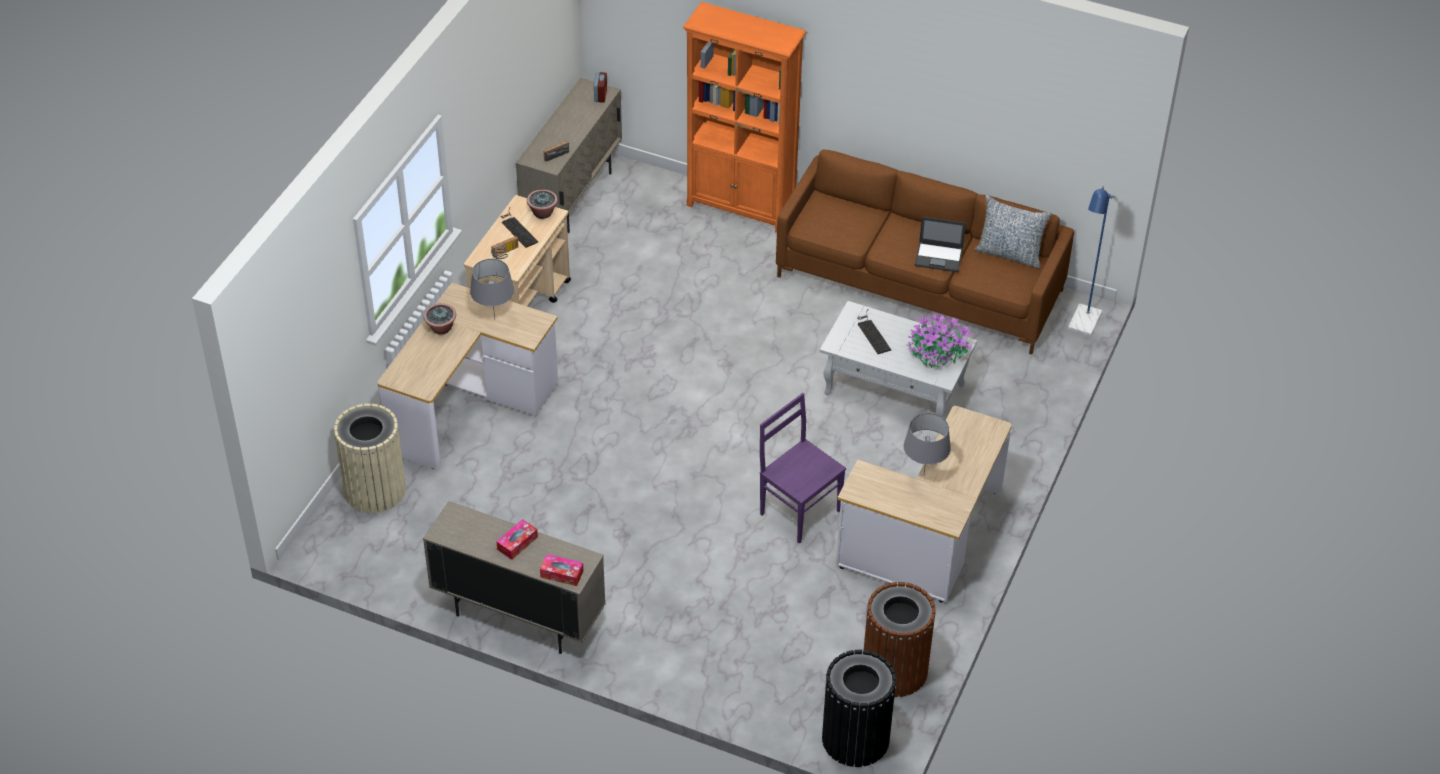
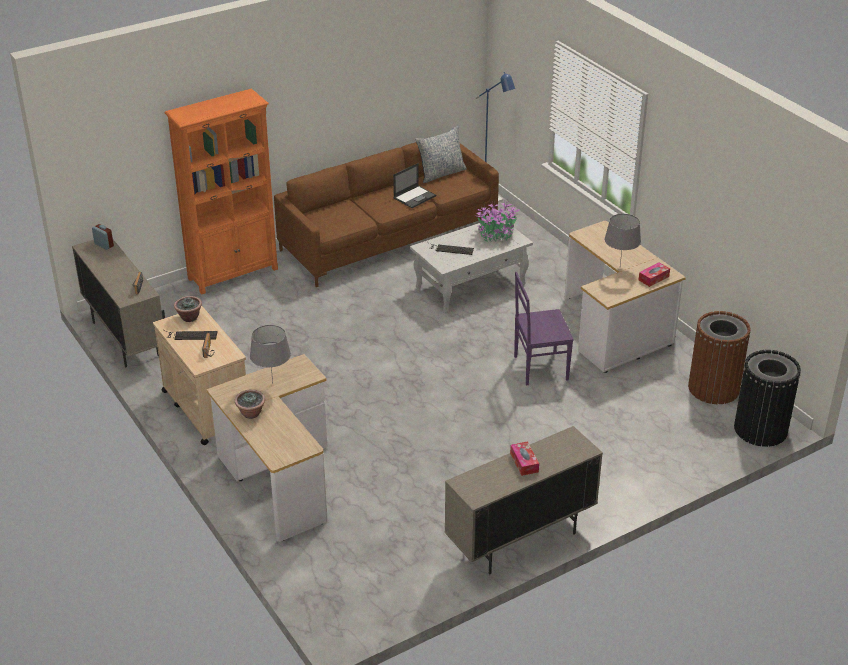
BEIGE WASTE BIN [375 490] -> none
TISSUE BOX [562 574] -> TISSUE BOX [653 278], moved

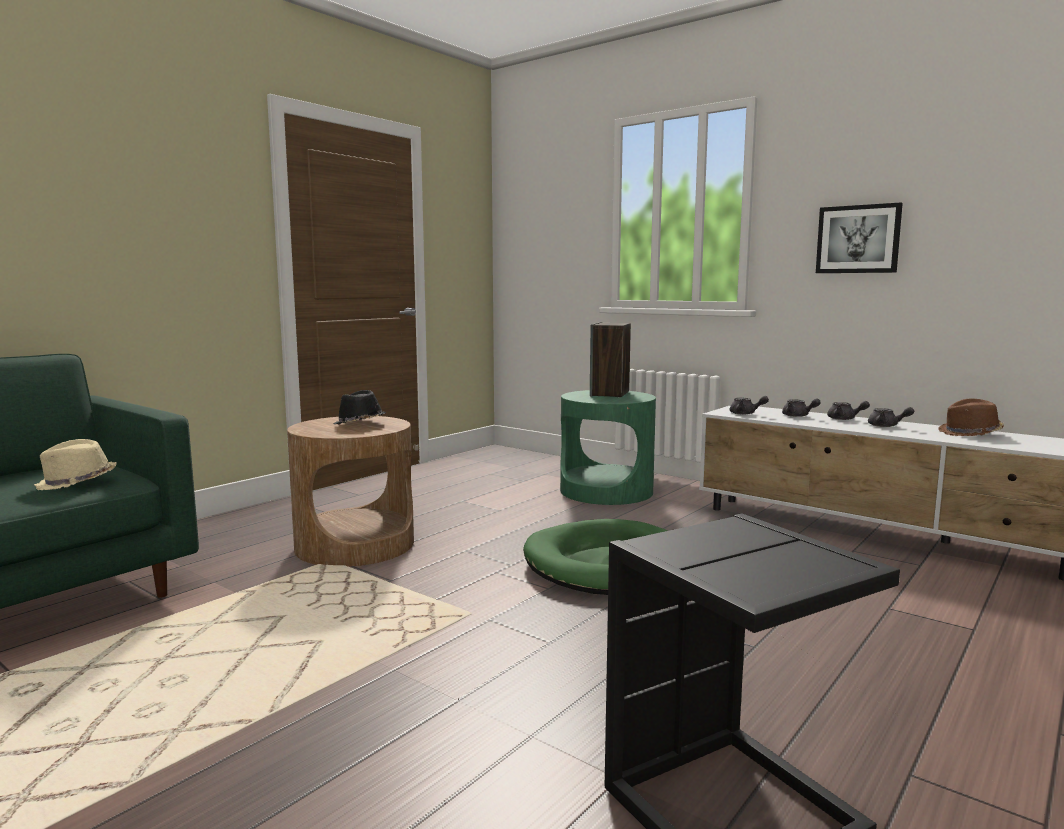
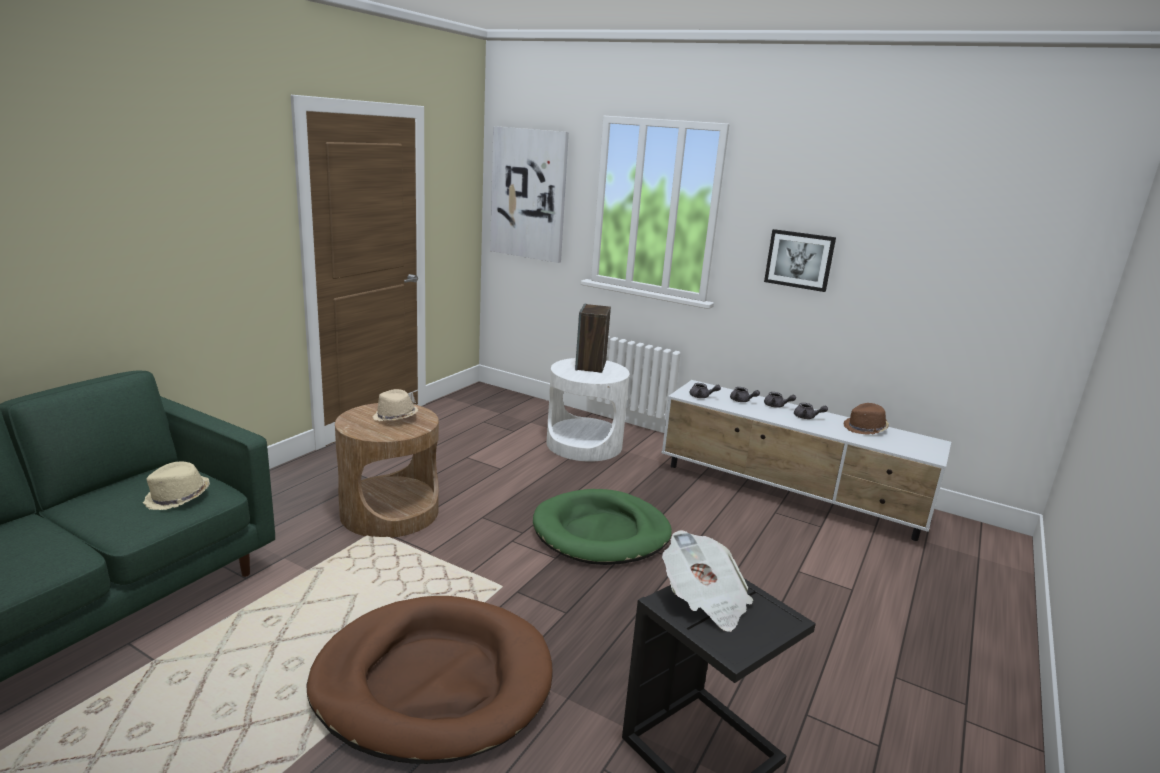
none -> BROWNISH DOG BED [433 682]
none -> WALL PICTURE [529 194]
none -> DAILY PAPER [704 600]
BLACKISH HAT [359 424] -> BEIGE HAT [395 418]
GREENISH ACCENT TABLE [606 491] -> WHITE-COLOURED ACCENT TABLE [584 444]

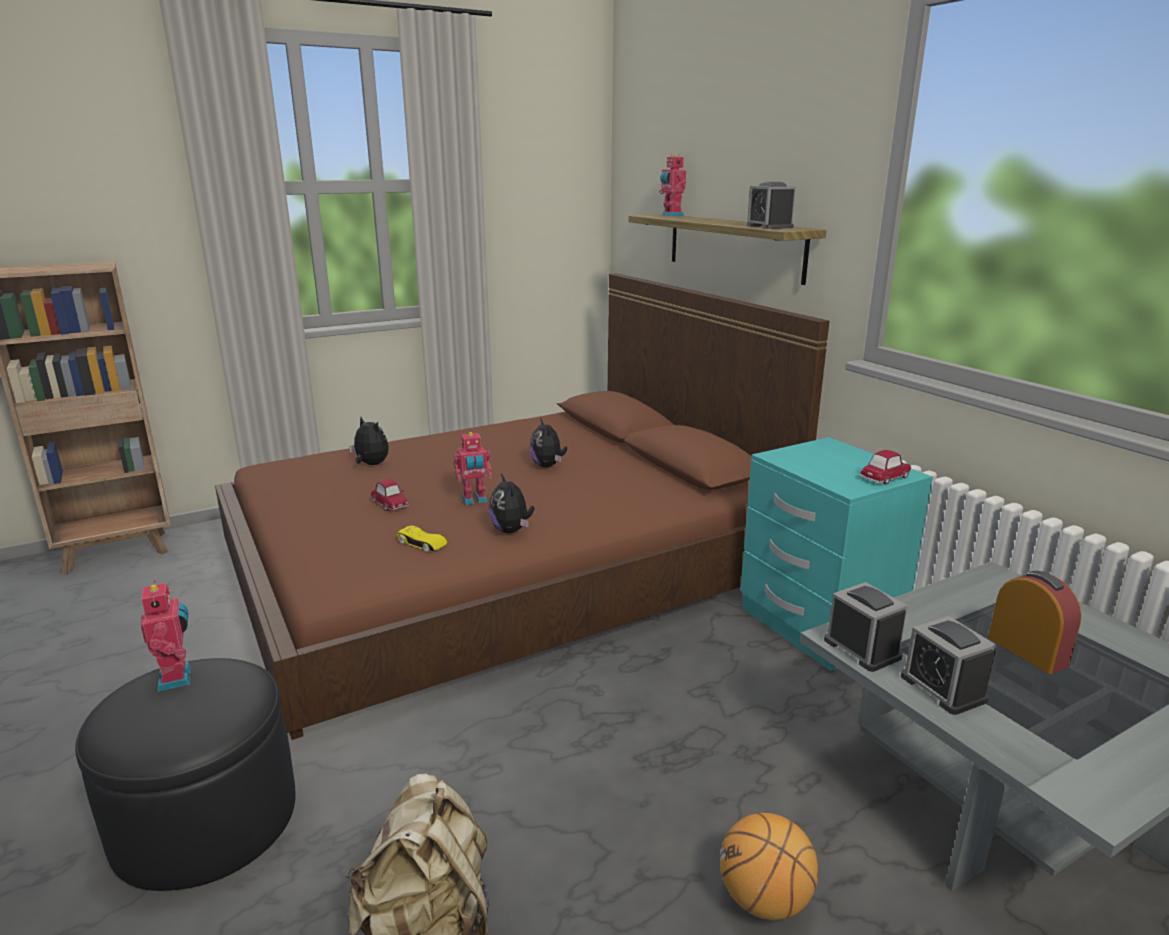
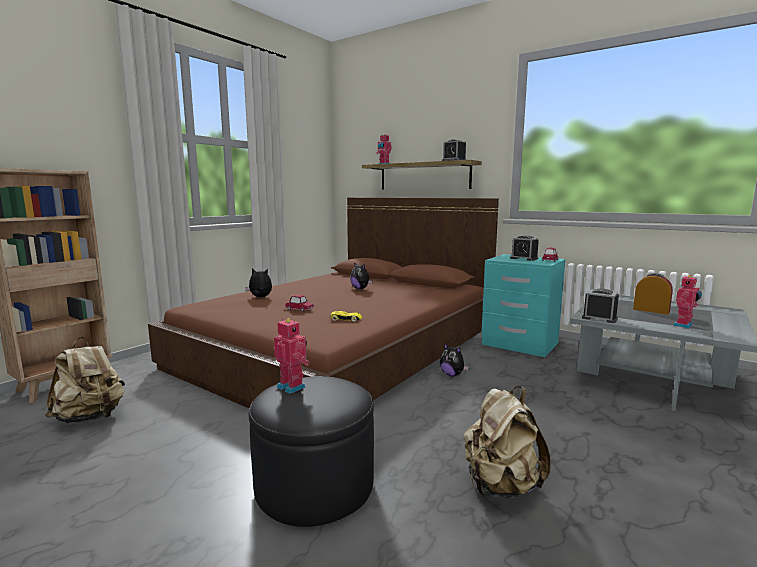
BASKETBALL [764 900] -> none
none -> BEIGE BACKPACK [90 417]
TOY ROBOT [474 500] -> TOY ROBOT [684 325], moved
PLUSH TOY [511 530] -> PLUSH TOY [452 375], moved
ALARM CLOCK [943 688] -> ALARM CLOCK [524 258], moved

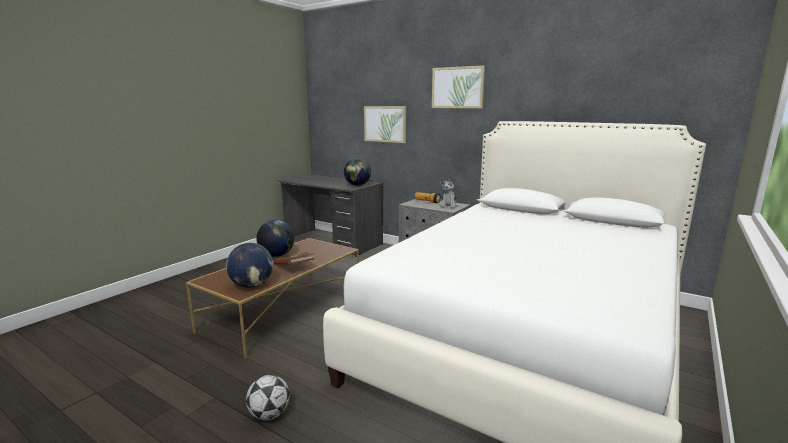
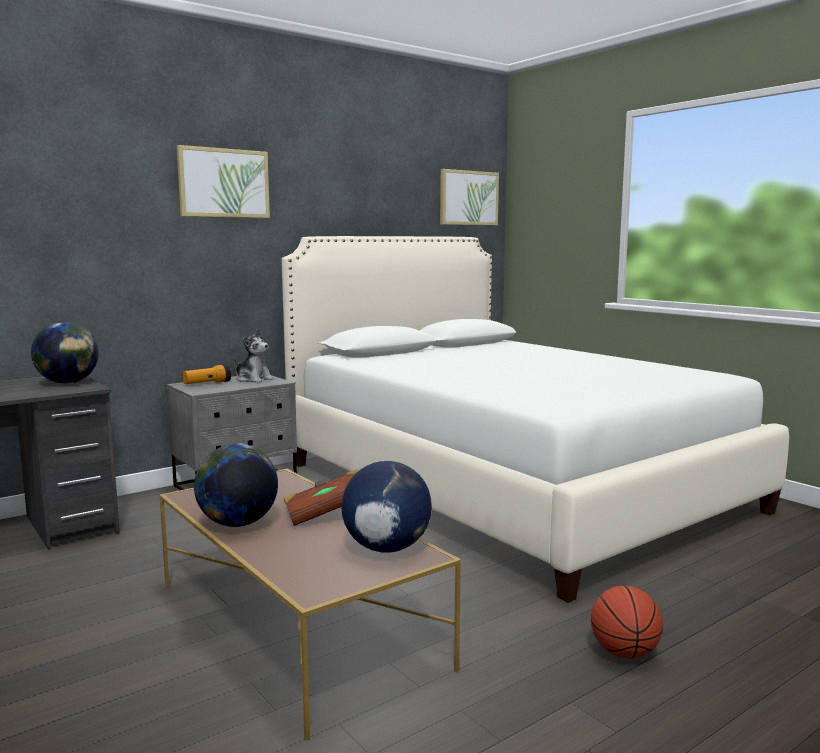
WALL PICTURE [385 124] -> WALL PICTURE [468 198], moved
BALL FOR FOOTBALL [269 414] -> BASKETBALL [624 653]

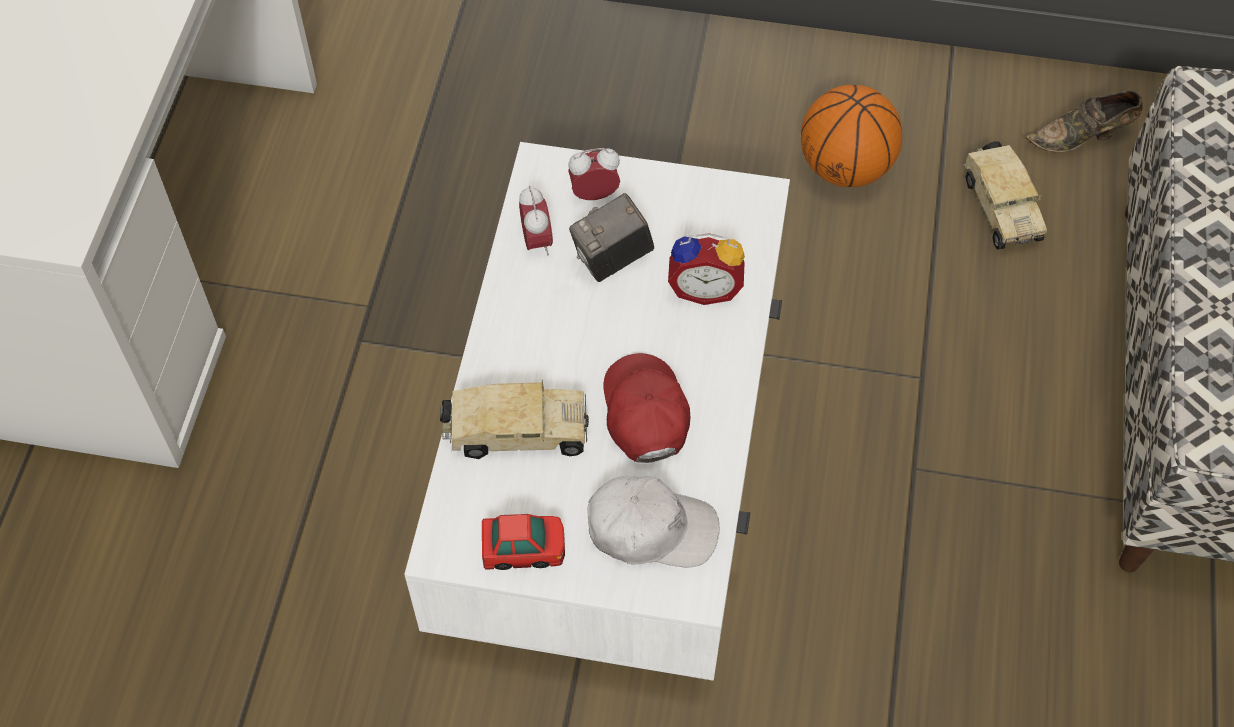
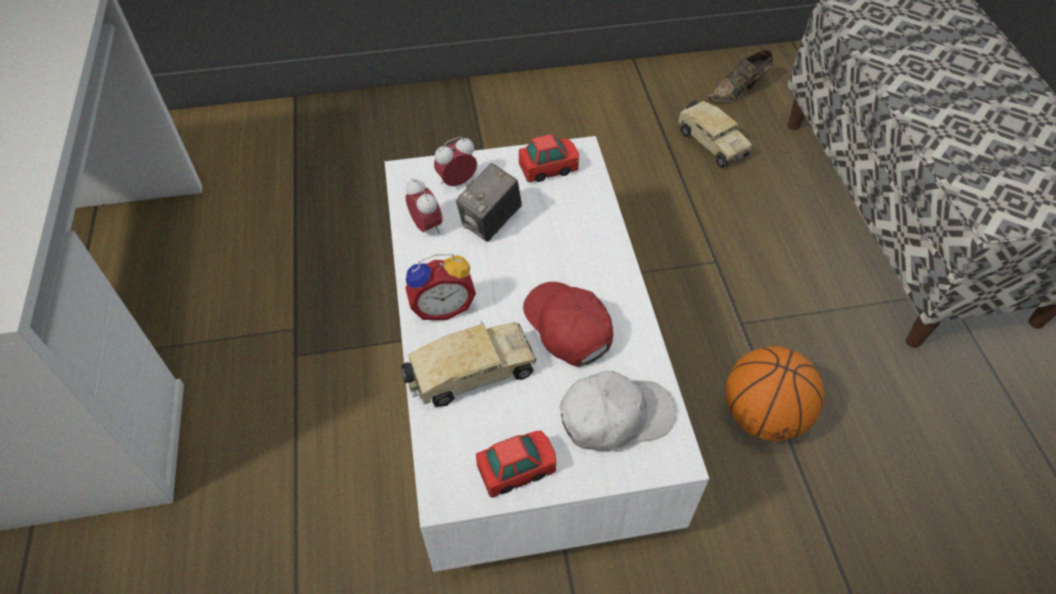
none -> MODEL CAR [549 168]
ALARM CLOCK [704 288] -> ALARM CLOCK [442 306], moved
BASKETBALL [845 168] -> BASKETBALL [763 416], moved

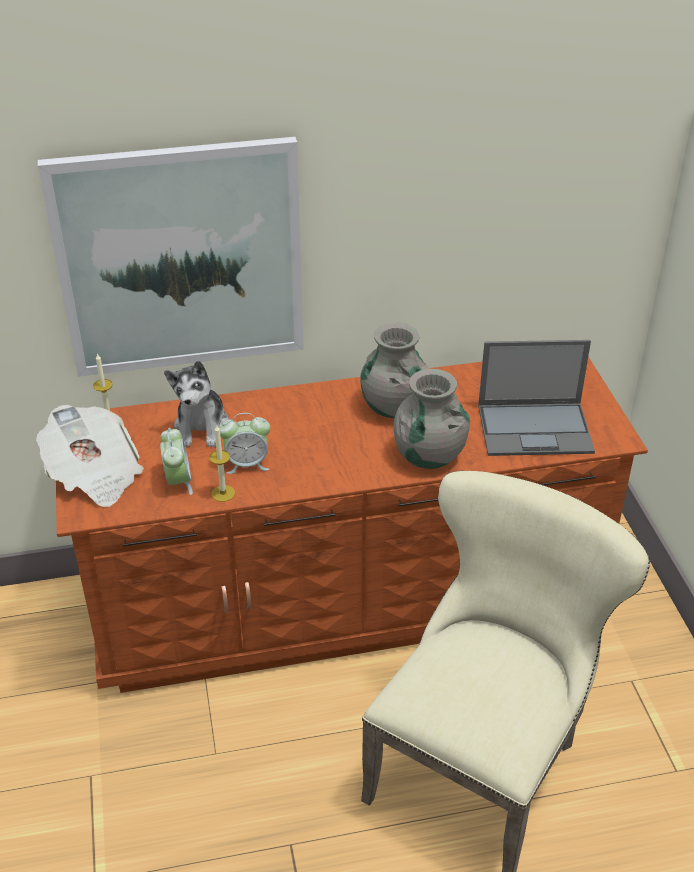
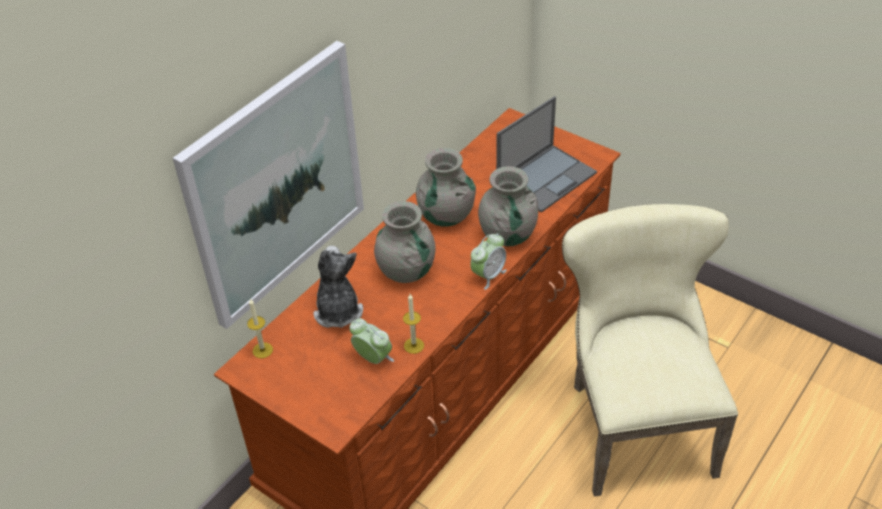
DAILY PAPER [94 475] -> none
none -> GRAY FLOWER VASE [406 270]
ALARM CLOCK [247 464] -> ALARM CLOCK [488 275], moved
PLUSH TOY [202 427] -> PLUSH TOY [338 311], 150 degrees counterclockwise

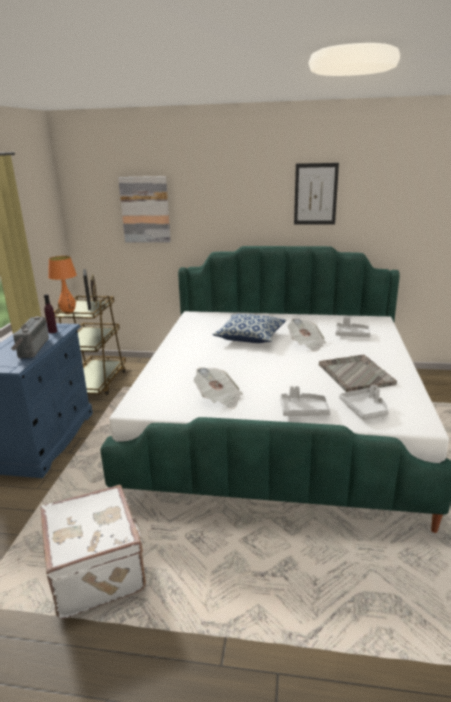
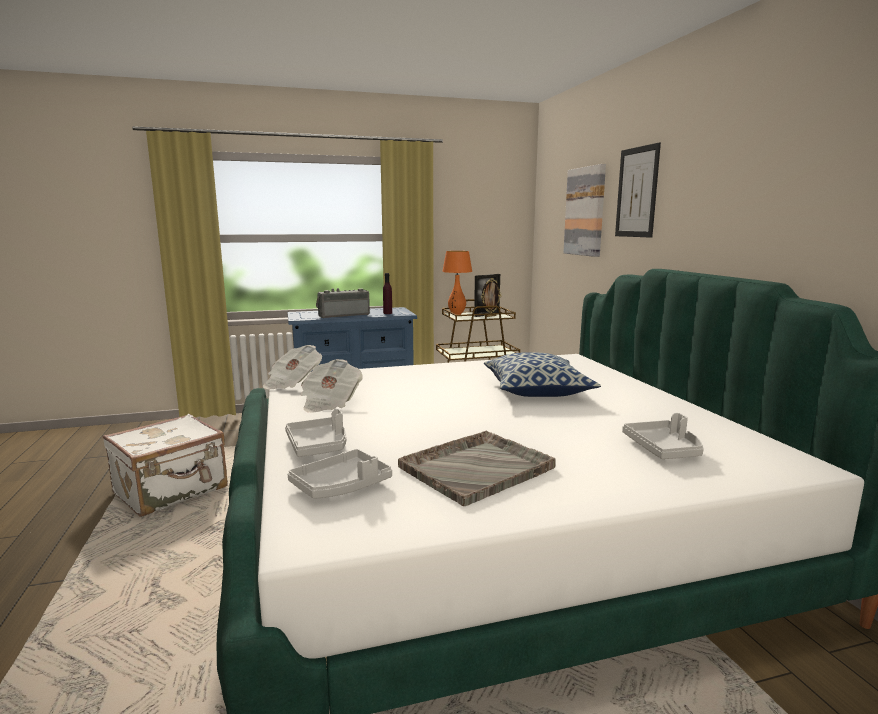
DAILY PAPER [306 344] -> DAILY PAPER [292 383], moved
WALL PICTURE [315 194] -> WALL PICTURE [637 192], moved

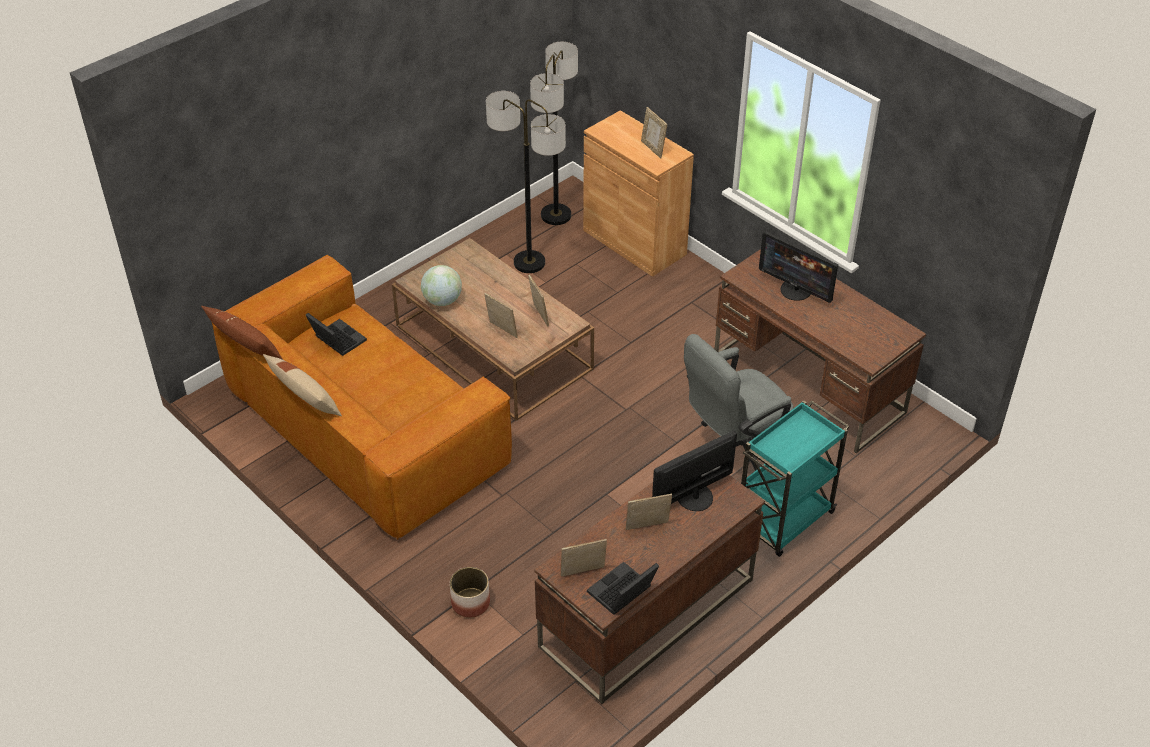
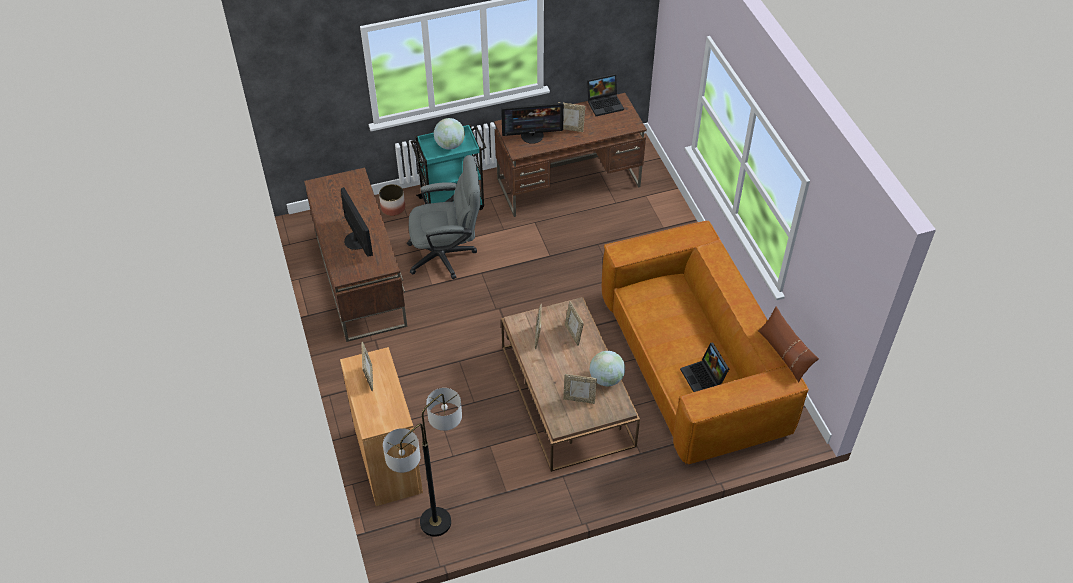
BEIGE THROW PILLOW [304 398] -> none
FLOOR LAMP [529 262] -> none
none -> GLOBE [450 145]
PLANT POT [470 603] -> PLANT POT [393 208], moved
PICTURE FRAME [583 573] -> PICTURE FRAME [579 399], moved

